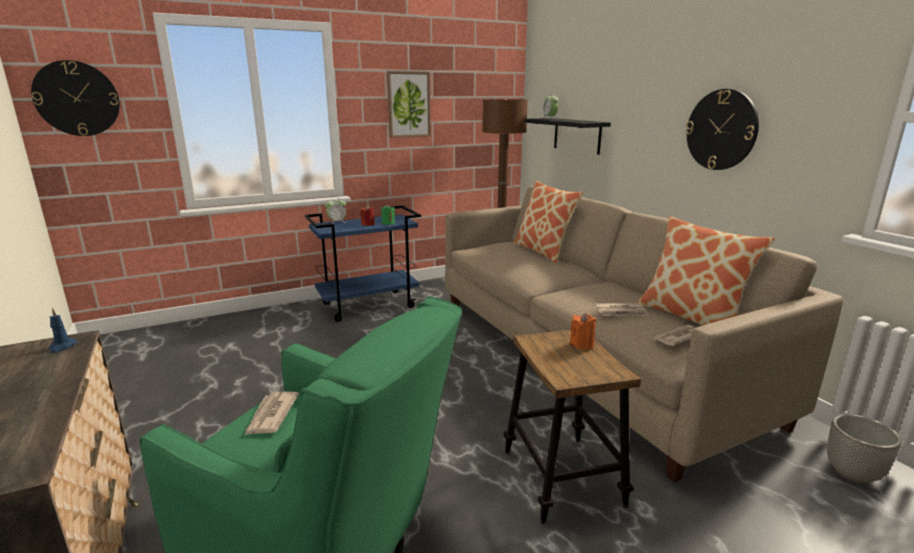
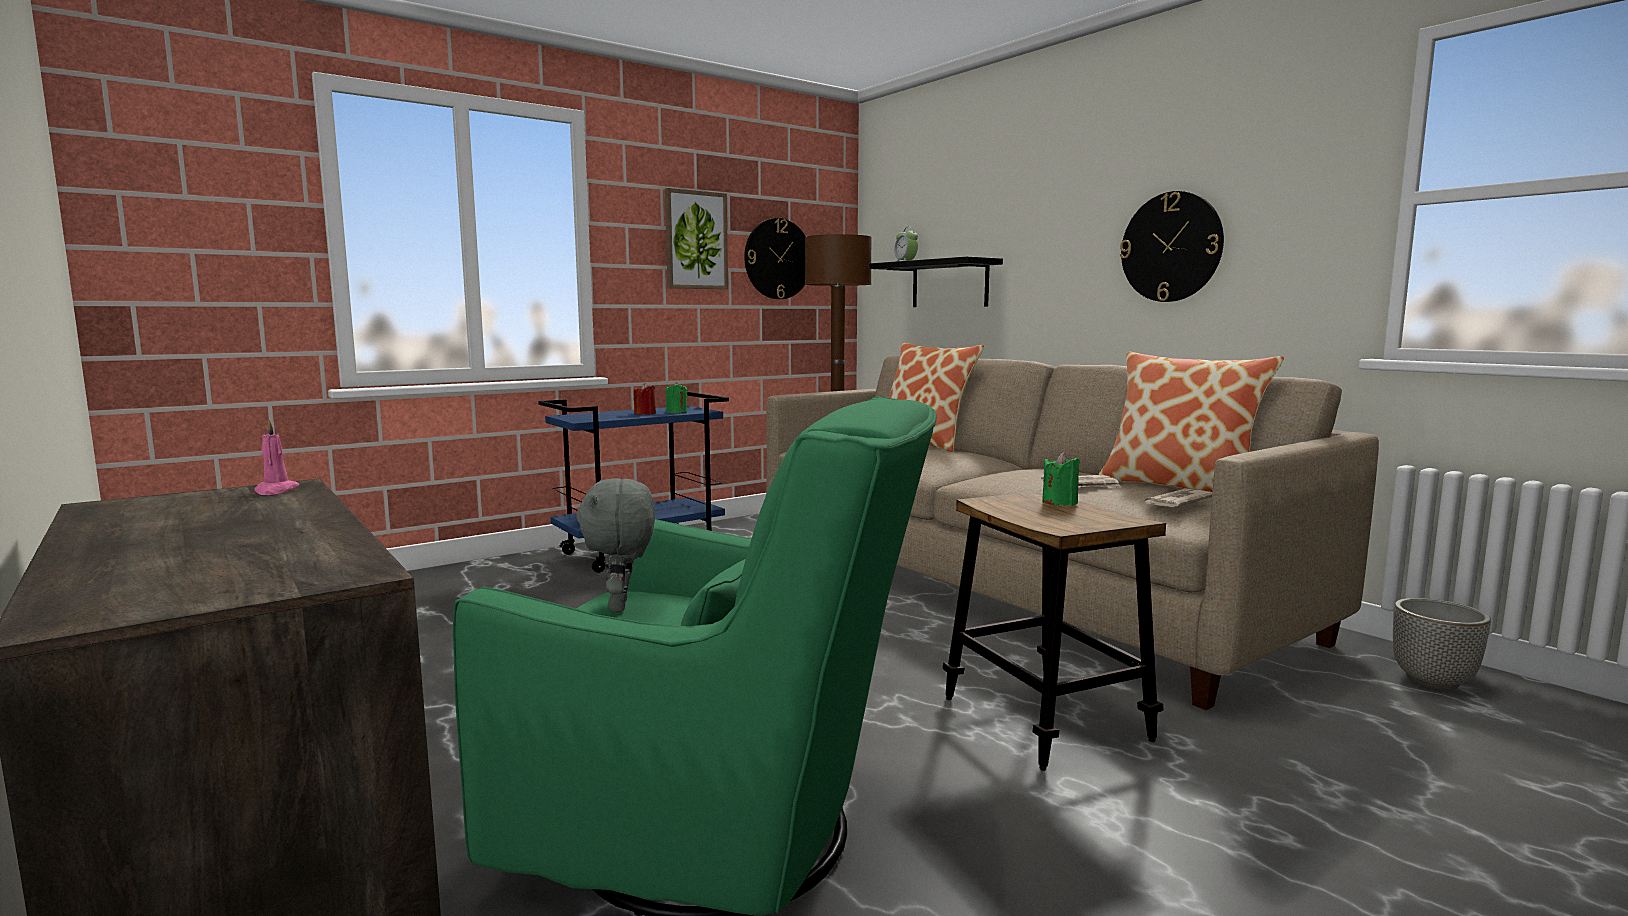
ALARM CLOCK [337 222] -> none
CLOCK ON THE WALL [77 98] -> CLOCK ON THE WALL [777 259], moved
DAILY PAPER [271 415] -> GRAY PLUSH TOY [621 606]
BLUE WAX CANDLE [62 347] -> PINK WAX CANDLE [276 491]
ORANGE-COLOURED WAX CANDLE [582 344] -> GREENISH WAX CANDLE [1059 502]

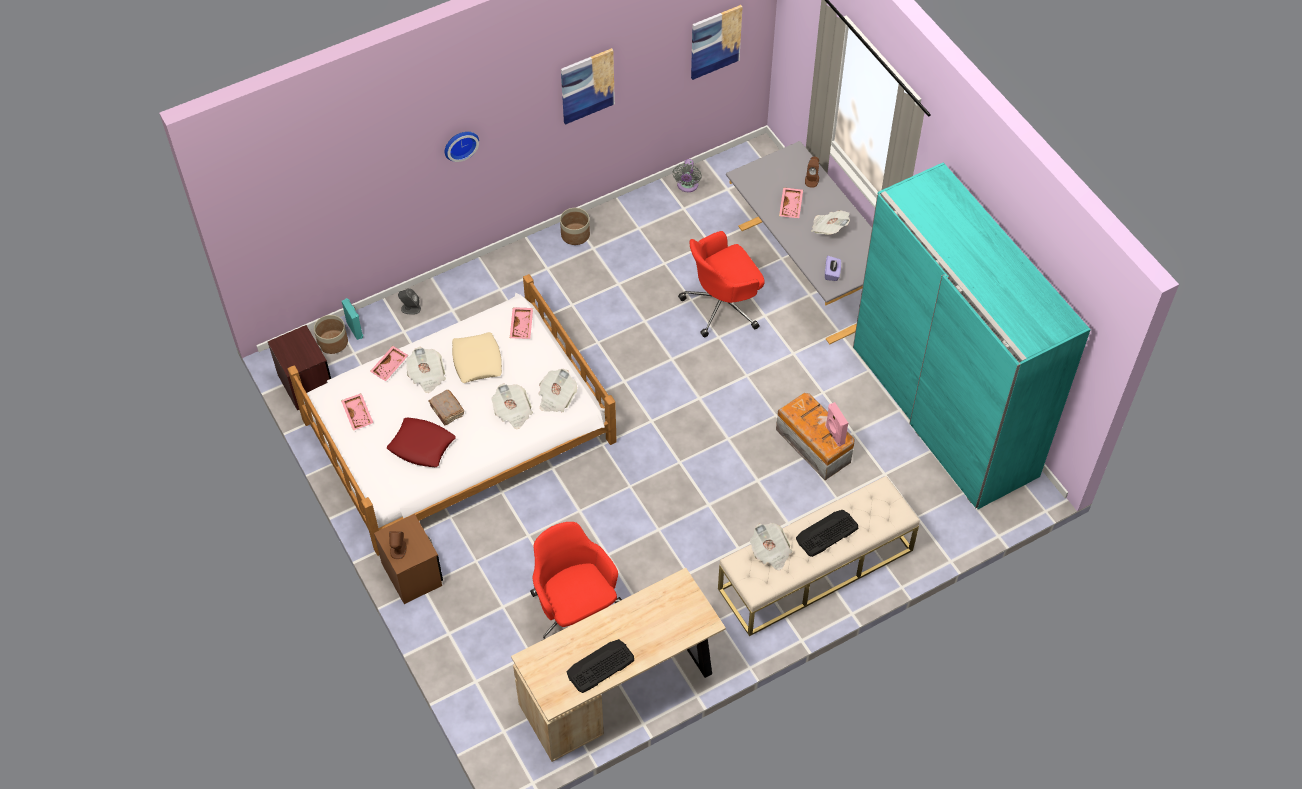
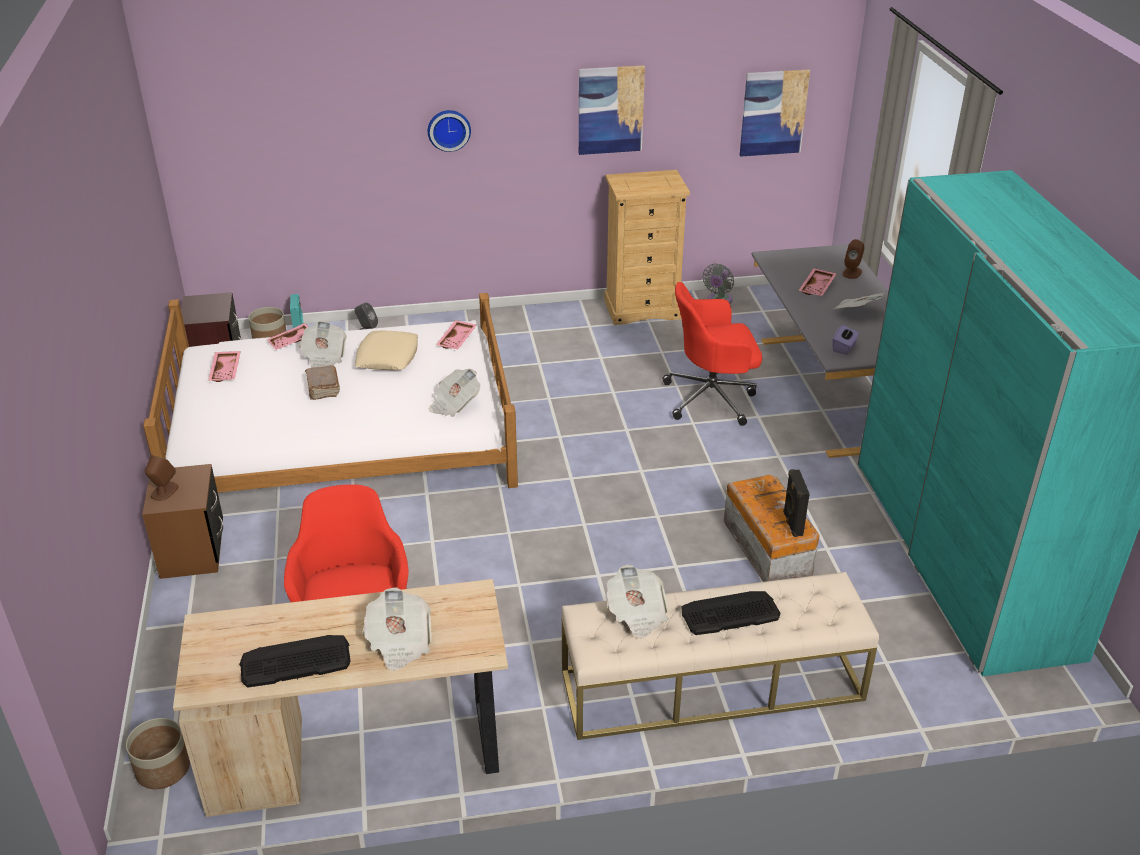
RED-COLOURED THROW PILLOW [422 446] -> none
none -> BEIGE DRAWER CHEST [642 309]
DAILY PAPER [513 412] -> DAILY PAPER [399 643], moved
PLANT POT [575 234] -> PLANT POT [163 769], moved
PINK LOUDSPEAKER [834 435] -> BLACKISH LOUDSPEAKER [792 524]

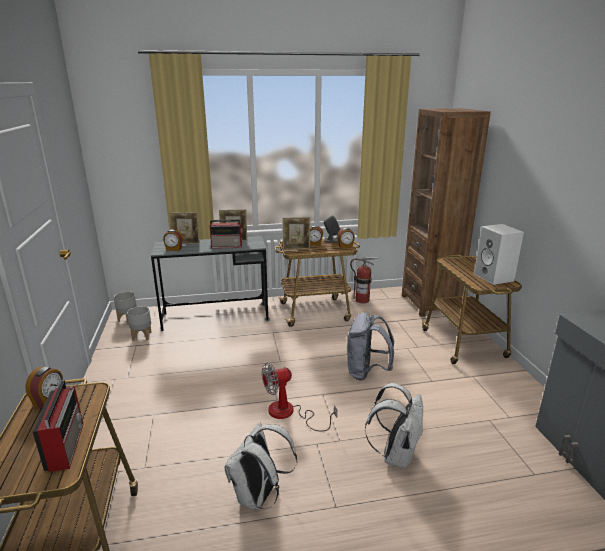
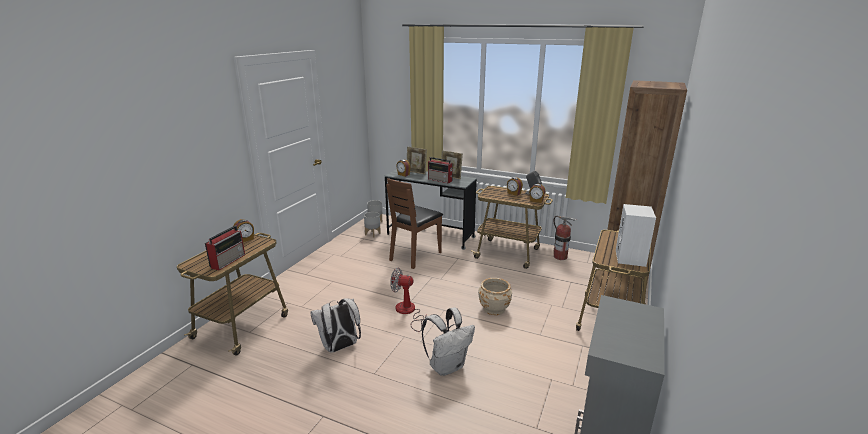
PICTURE FRAME [296 248] -> none
none -> BROWNISH UPRIGHT CHAIR [415 255]
GRAY BACKPACK [366 372] -> BEIGE PLANT POT [494 309]

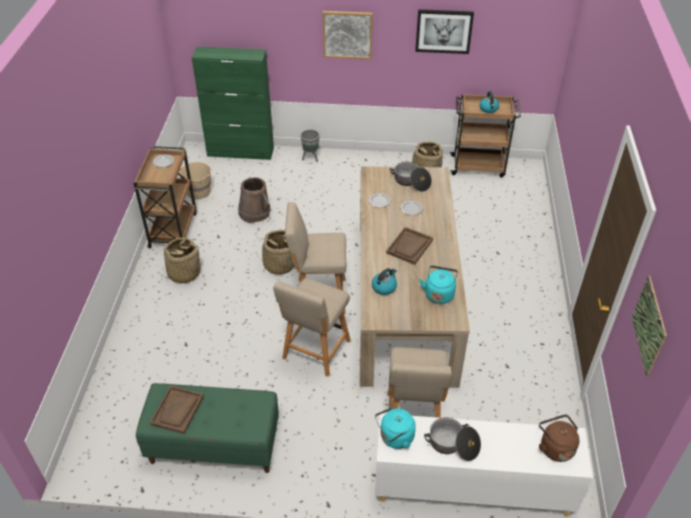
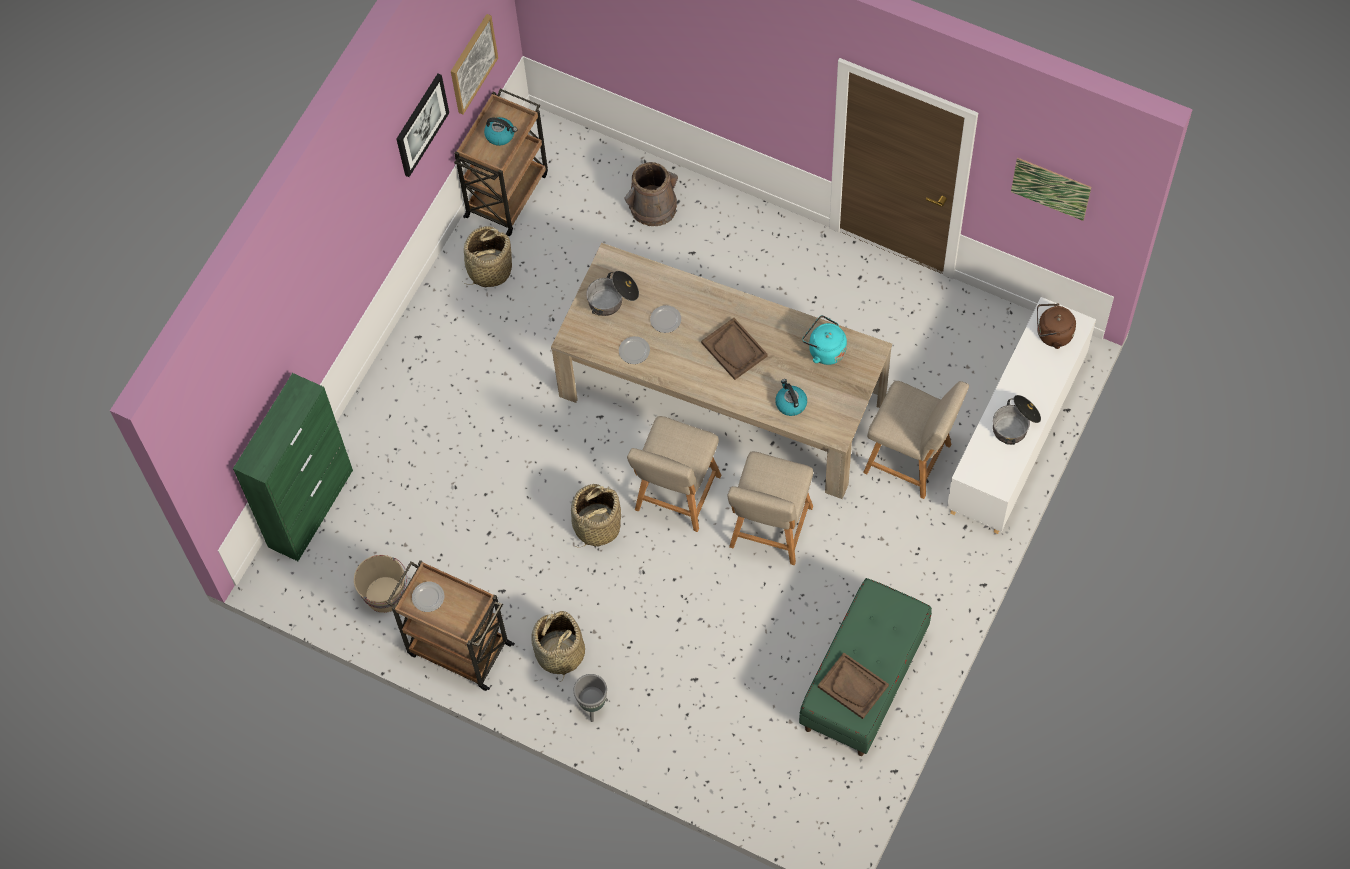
TURQUOISE-COLOURED TEA KETTLE [395 438] -> none
BROWNISH WATER BUCKET [255 212] -> BROWNISH WATER BUCKET [653 206], moved
GRAY PLANT POT [310 158] -> GRAY PLANT POT [592 706], moved
WALL PICTURE [347 34] -> WALL PICTURE [472 63], moved
BEIGE UPRIGHT CHAIR [315 352] -> BEIGE UPRIGHT CHAIR [769 531], 60 degrees clockwise

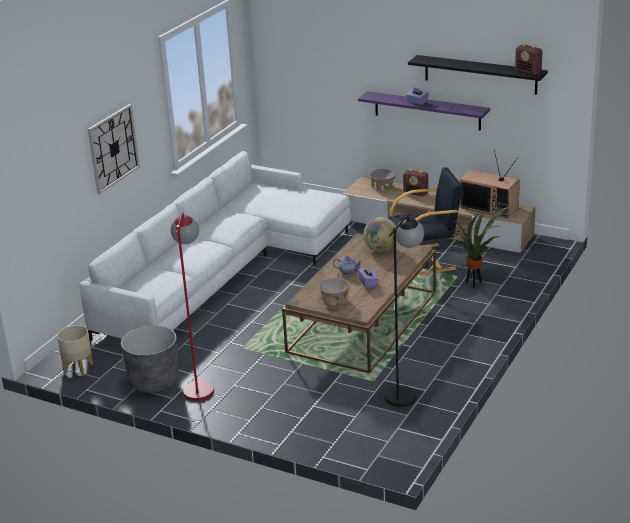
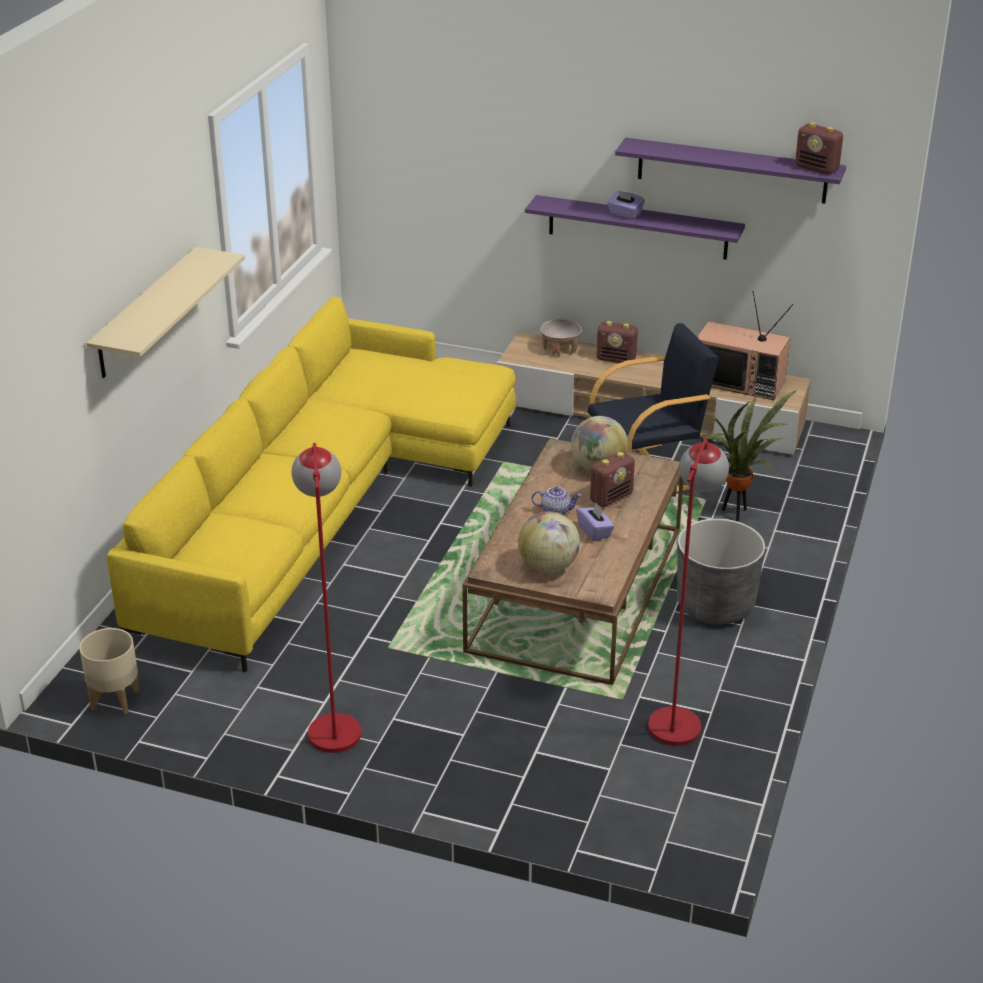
none -> RADIO SET [611 497]
GRAY PLANT POT [154 381] -> GRAY PLANT POT [715 605], moved
CLOCK ON THE WALL [113 148] -> BEIGE BRACKET SHELF [146 313]
BEIGE DEEP DISH [334 300] -> GLOBE [548 567]
WHITE-COLOURED SETTEE [223 272] -> YELLOWISH SETTEE [323 505]
BLACKISH FLOOR LAMP [404 391] -> RED-COLOURED FLOOR LAMP [678 715]
BLACKISH BRACKET SHELF [480 74] -> PURPLISH BRACKET SHELF [732 170]

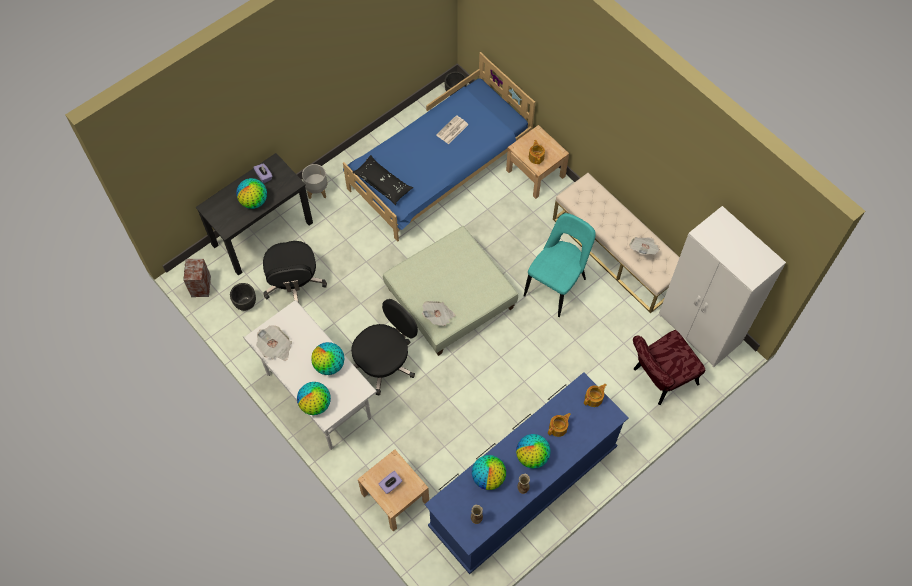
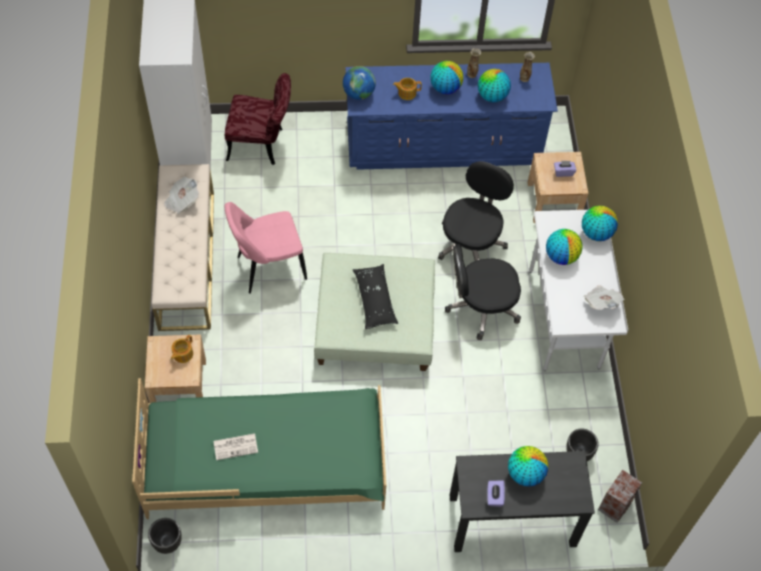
GRAY PLANT POT [317 191] -> none
DAILY PAPER [438 316] -> none
BLACKISH COMPUTER CHAIR [294 284] -> BLACKISH COMPUTER CHAIR [471 242], moved
BLACKISH THROW PILLOW [383 183] -> BLACKISH THROW PILLOW [374 300], moved
POT FOR TEA [594 398] -> GLOBE [358 94]
BLUE SLEEPING BED [439 167] -> GREENISH SLEEPING BED [267 463]
TURQUOISE-COLOURED UPRIGHT CHAIR [557 285] -> PINK UPRIGHT CHAIR [268 268]

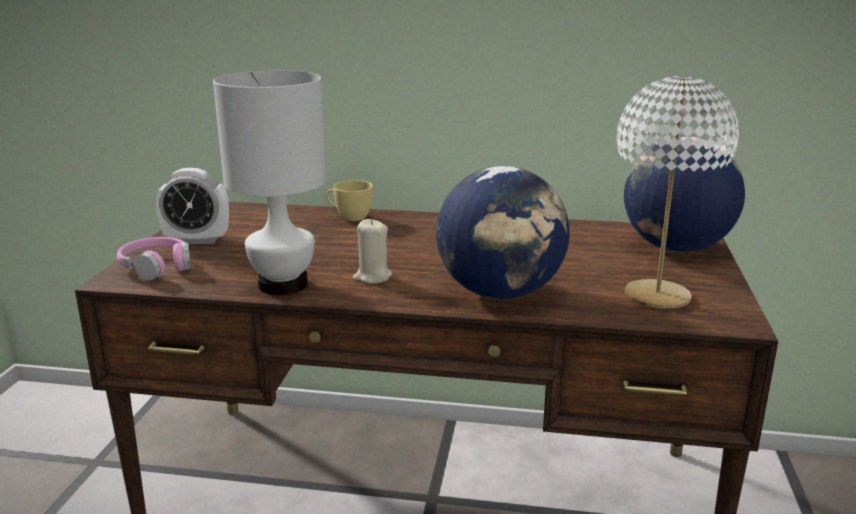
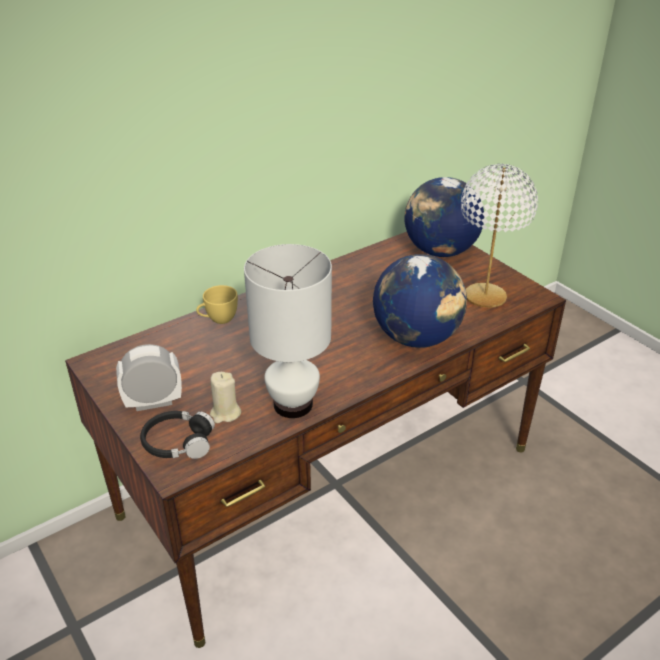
BEIGE WAX CANDLE [372 277] -> BEIGE WAX CANDLE [225 413], moved
PINK HEADPHONES [157 266] -> BLACKISH HEADPHONES [178 442]
ALARM CLOCK [197 240] -> ALARM CLOCK [153 402], 150 degrees counterclockwise

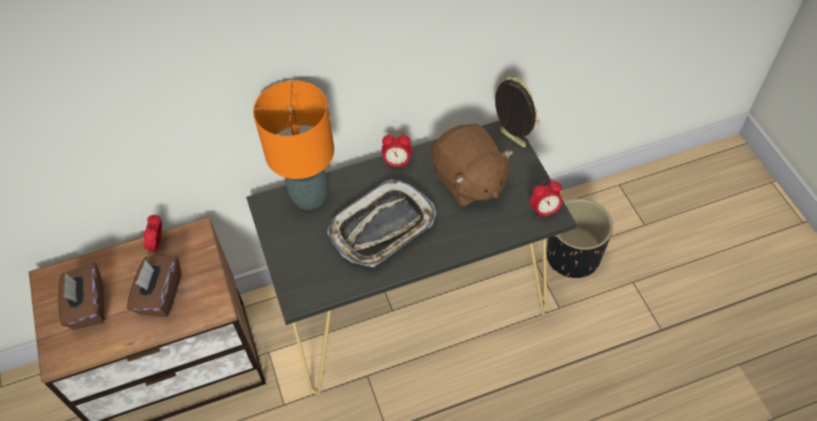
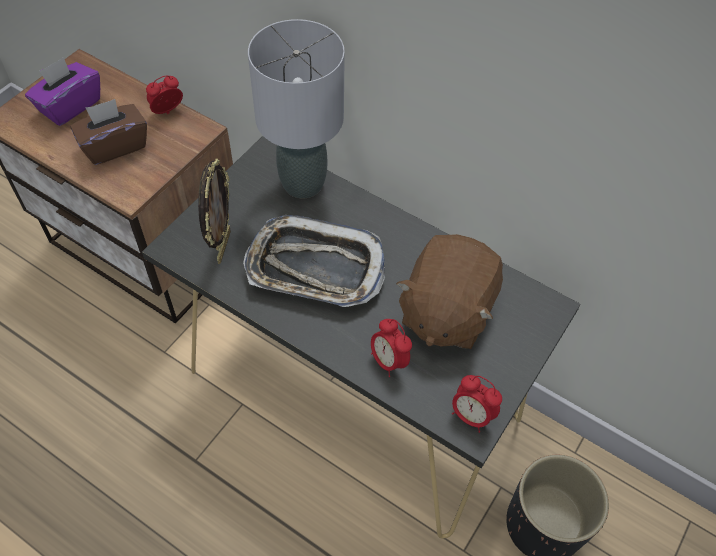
ALARM CLOCK [397 163] -> ALARM CLOCK [388 361], moved
PICTURE FRAME [511 139] -> PICTURE FRAME [222 246], moved
BROWNISH TISSUE BOX [88 306] -> PURPLISH TISSUE BOX [70 106]
ORANGE-COLOURED TABLE LAMP [309 196] -> GRAY TABLE LAMP [303 183]

